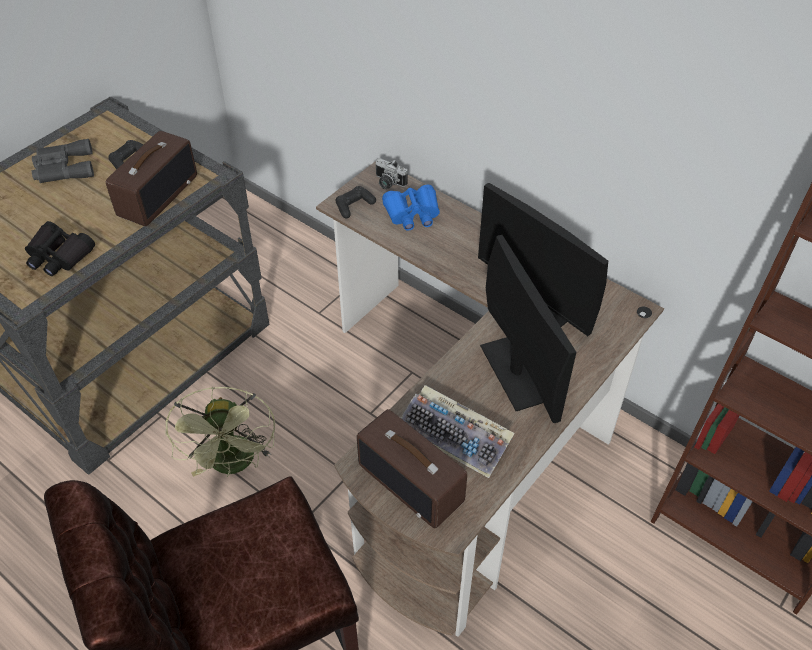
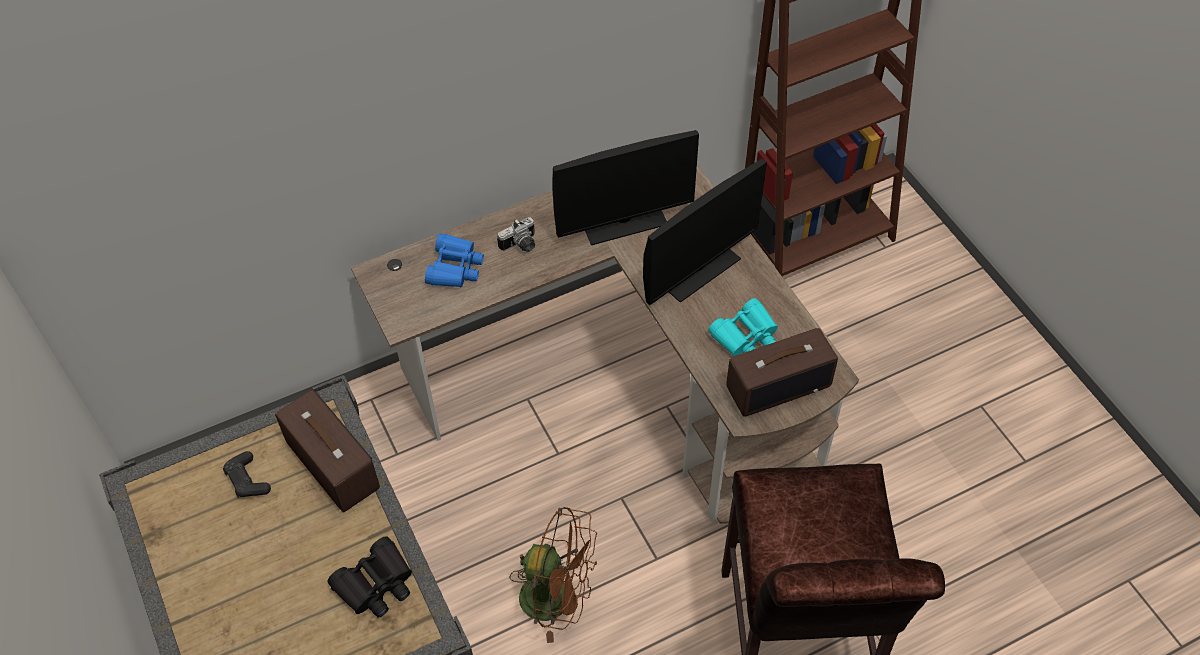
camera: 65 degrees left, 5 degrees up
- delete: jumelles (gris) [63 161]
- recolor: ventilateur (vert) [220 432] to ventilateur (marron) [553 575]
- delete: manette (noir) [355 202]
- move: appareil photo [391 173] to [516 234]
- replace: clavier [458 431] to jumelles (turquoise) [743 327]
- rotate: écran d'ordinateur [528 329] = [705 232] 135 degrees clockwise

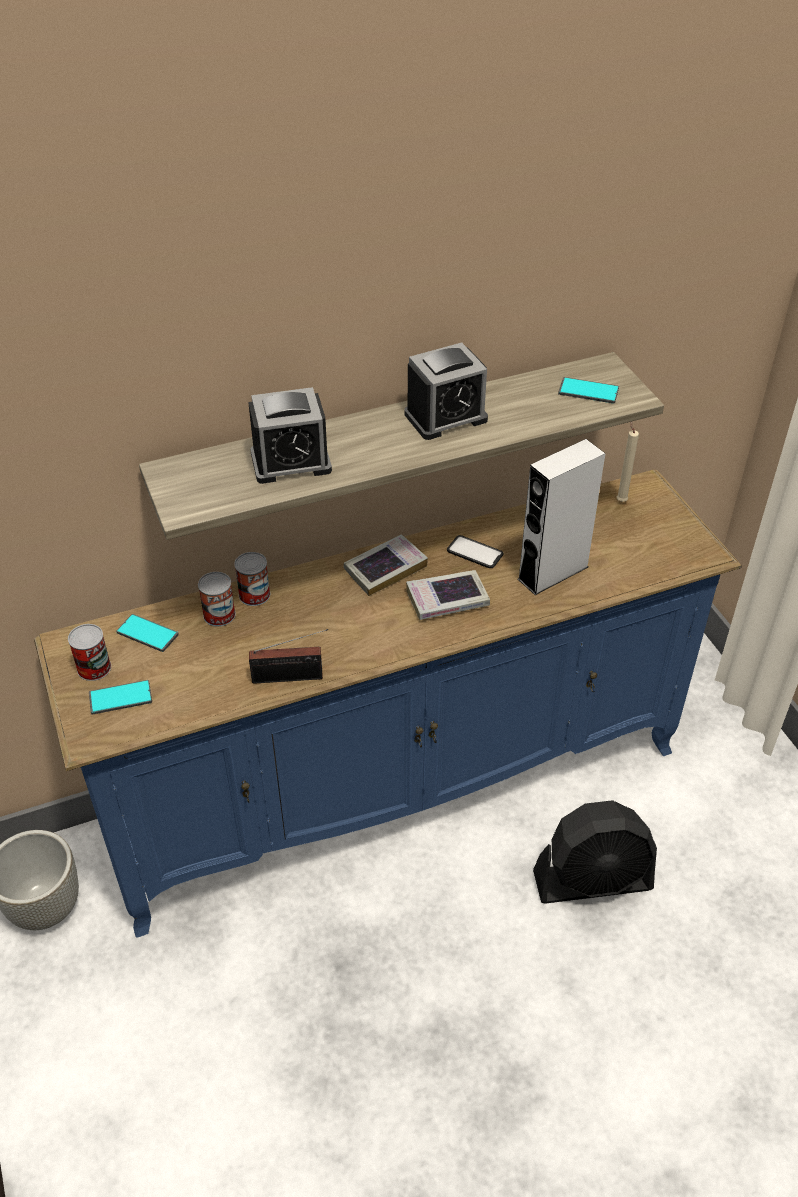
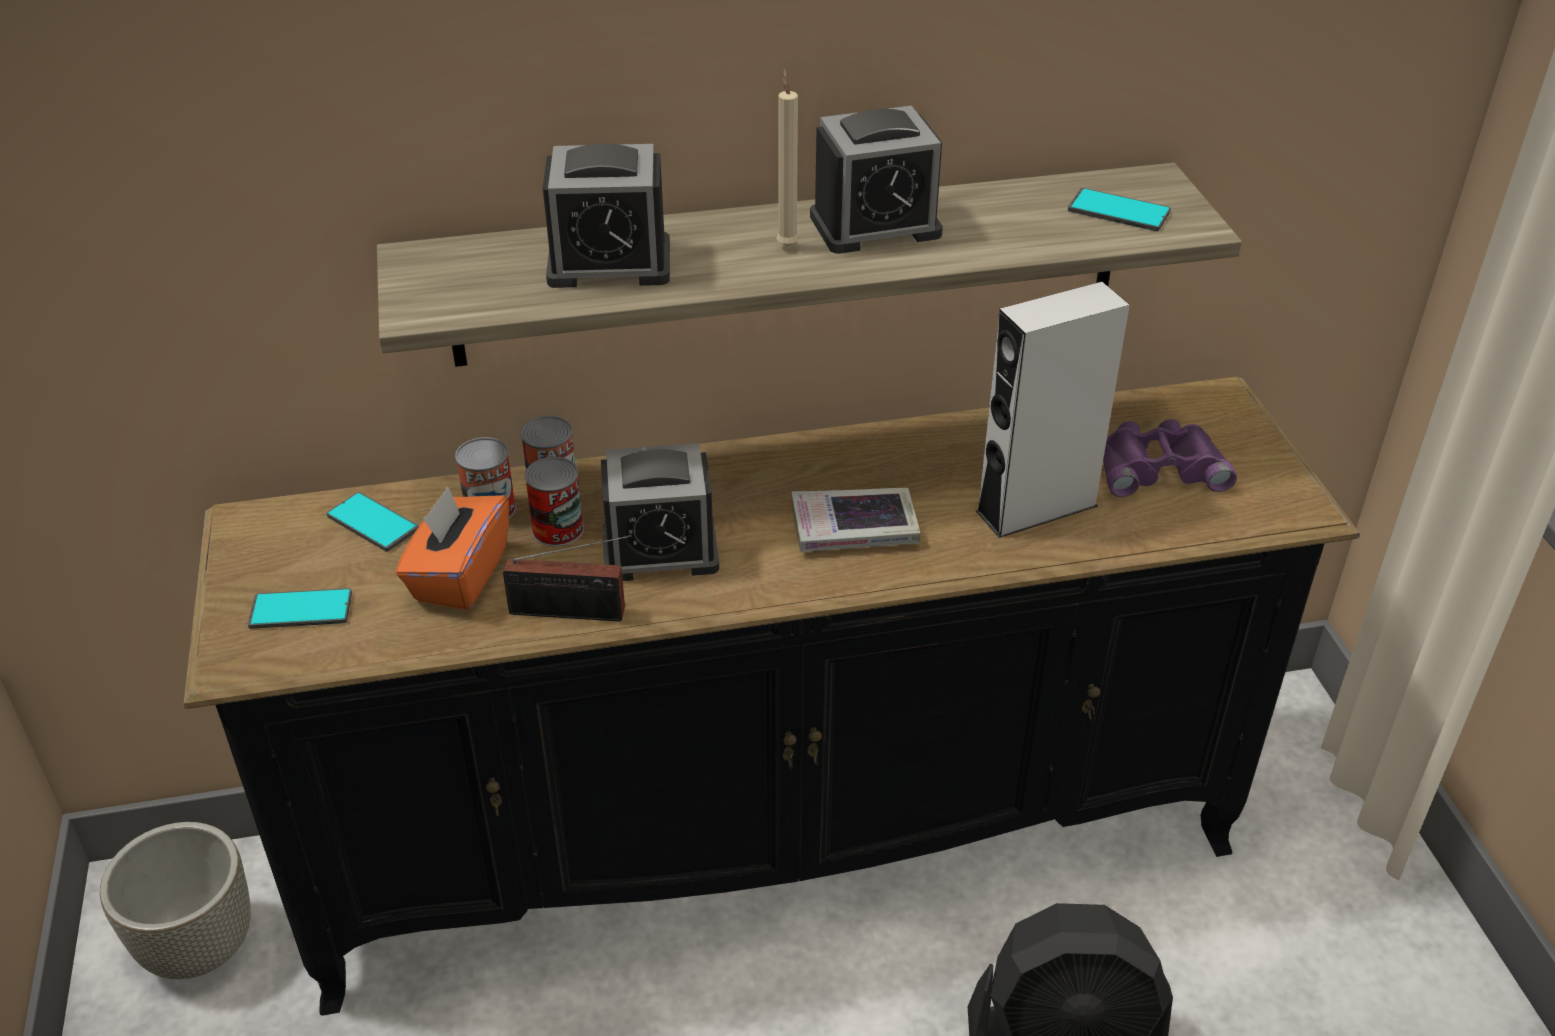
camera: 10 degrees right, 5 degrees down
- recolor: commode (bleu) [388 703] to commode (noir) [772 696]
- move: boîte métallique [89 652] to [554 501]
- delete: livre [386 565]
- delete: téléphone [475 551]
- move: bougie (beige) [628 462] to [787 157]
- insert: boîte à mouchoirs (orange) [452 548]
- insert: réveil [660 512]
- insert: jumelles (violet) [1170 458]

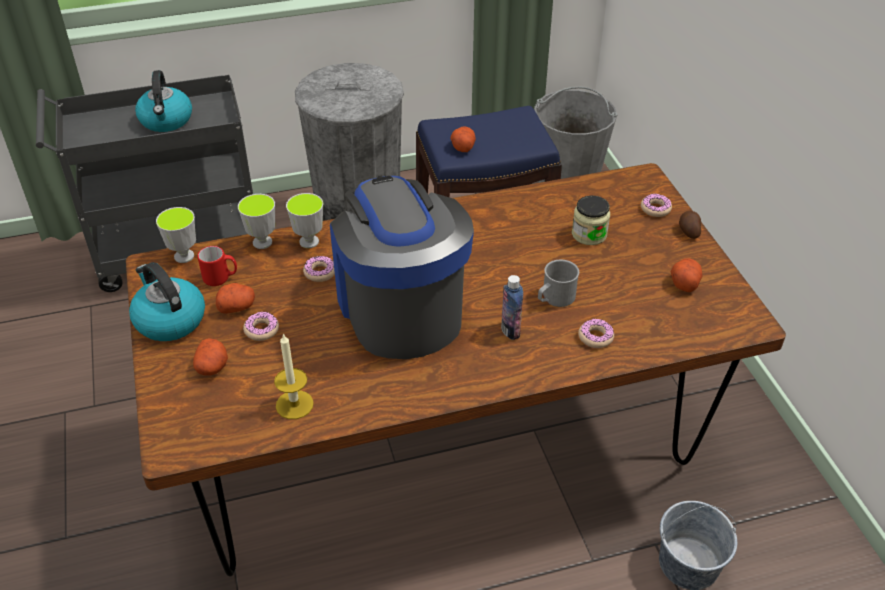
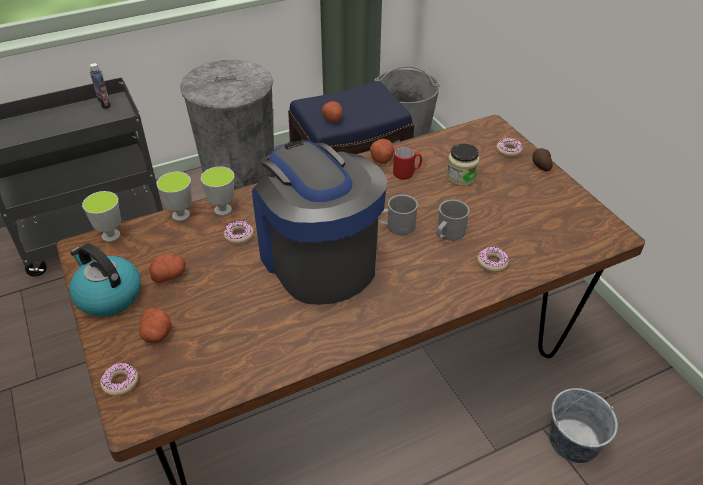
camera: 10 degrees left, 0 degrees up
- delete: bouilloire [163 101]
- move: mug (rouge) [217 266] to [407 163]
- move: beignet [261 326] to [119 379]
- delete: bougie [294 376]
- move: bouteille [512 307] to [100 86]
- move: pomme de terre [686 275] to [382 151]
- insert: mug (gris) [398 215]

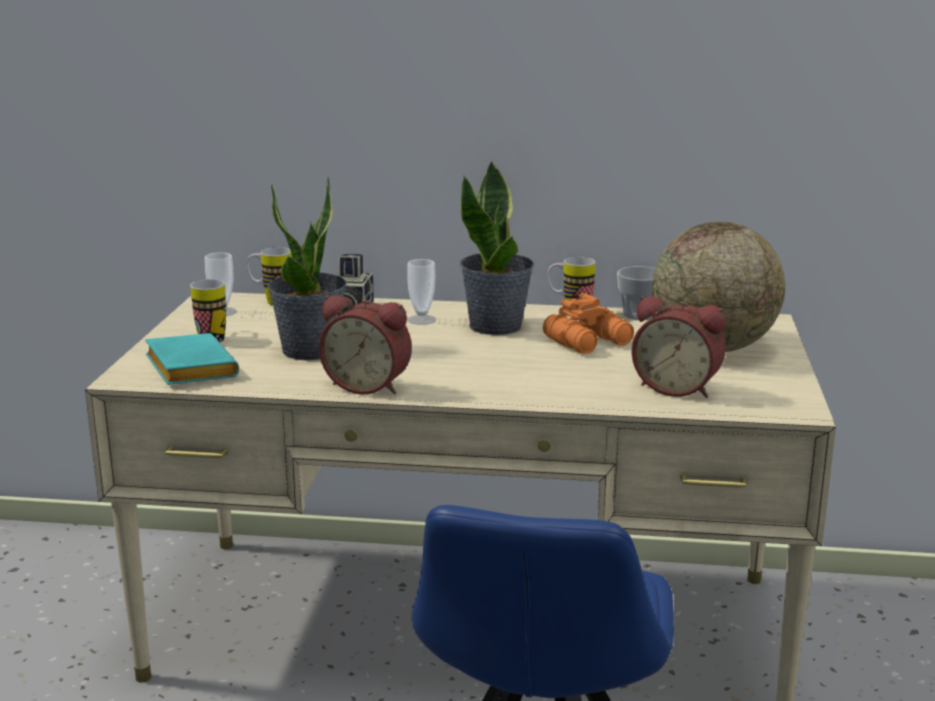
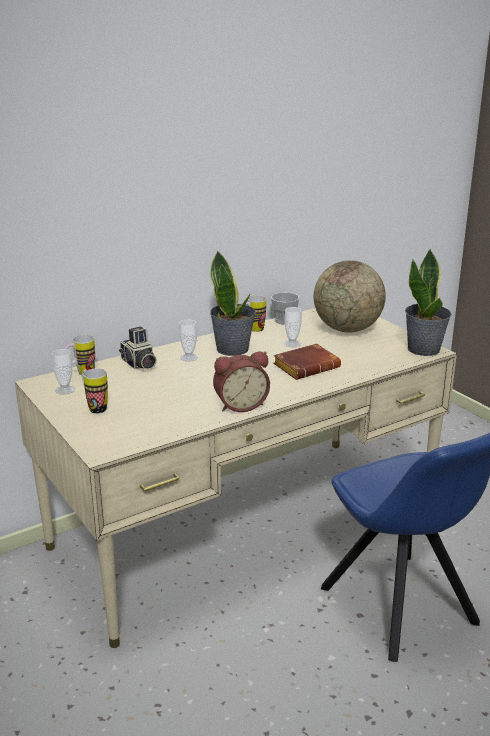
camera: 40 degrees left, 5 degrees up
- delete: livre (turquoise) [192 359]
- move: plante en pot [307 268] to [428 302]
- replace: jumelles (orange) [588 323] to tasse [293 327]
- delete: réveil [679 347]
- insert: livre (marron) [307 361]

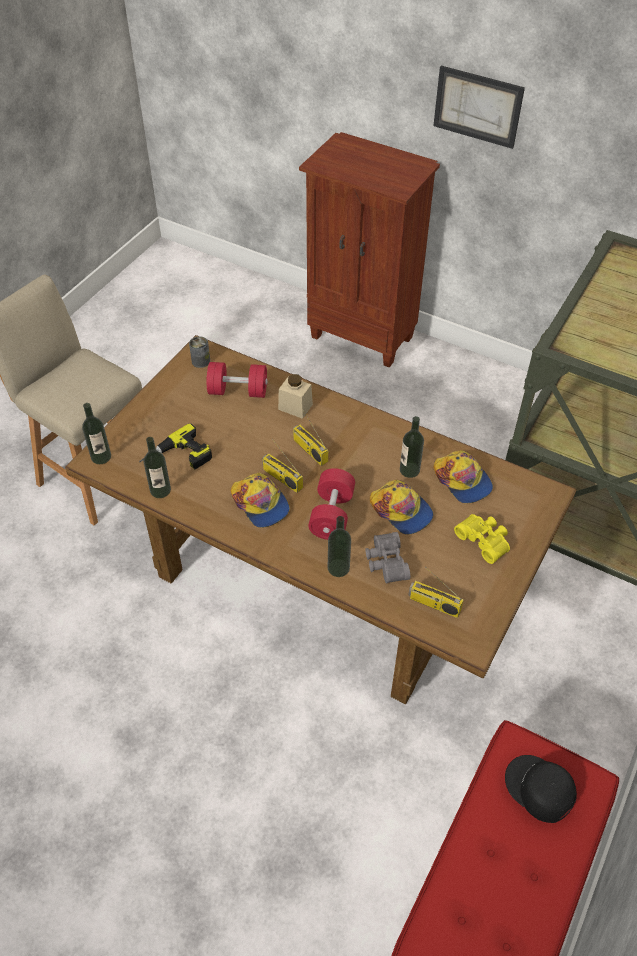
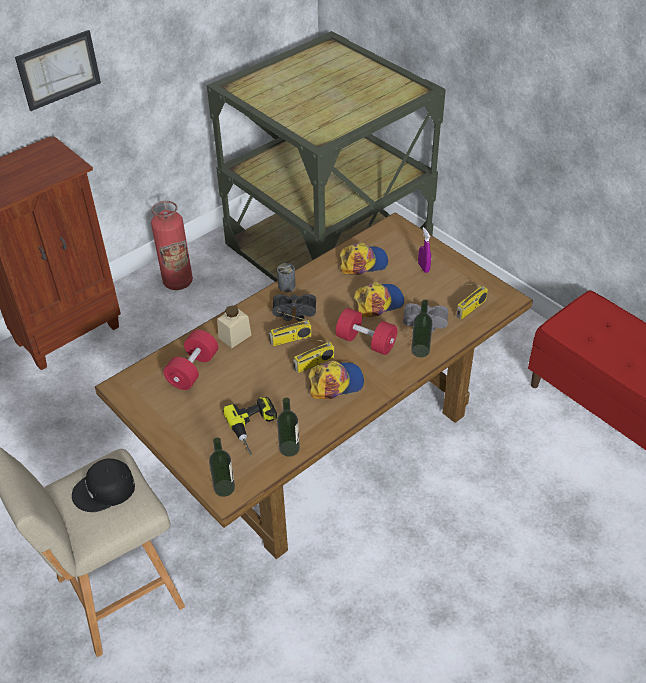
camera: 70 degrees left, 5 degrees down
- move: boîte métallique [199 352] to [286 277]
- delete: bouteille [412 447]
- replace: jumelles (jaune) [482 539] to vaporisateur (violet) [424 250]
- move: casquette (noir) [541 789] to [103 485]
- insert: extincteur [172 245]
- insert: jumelles (noir) [294 307]

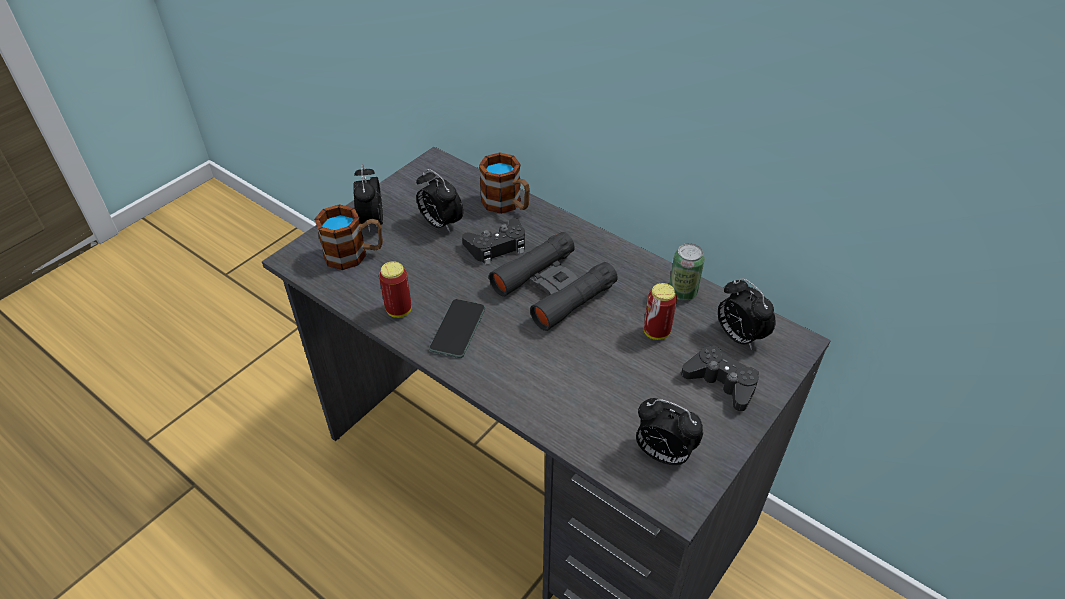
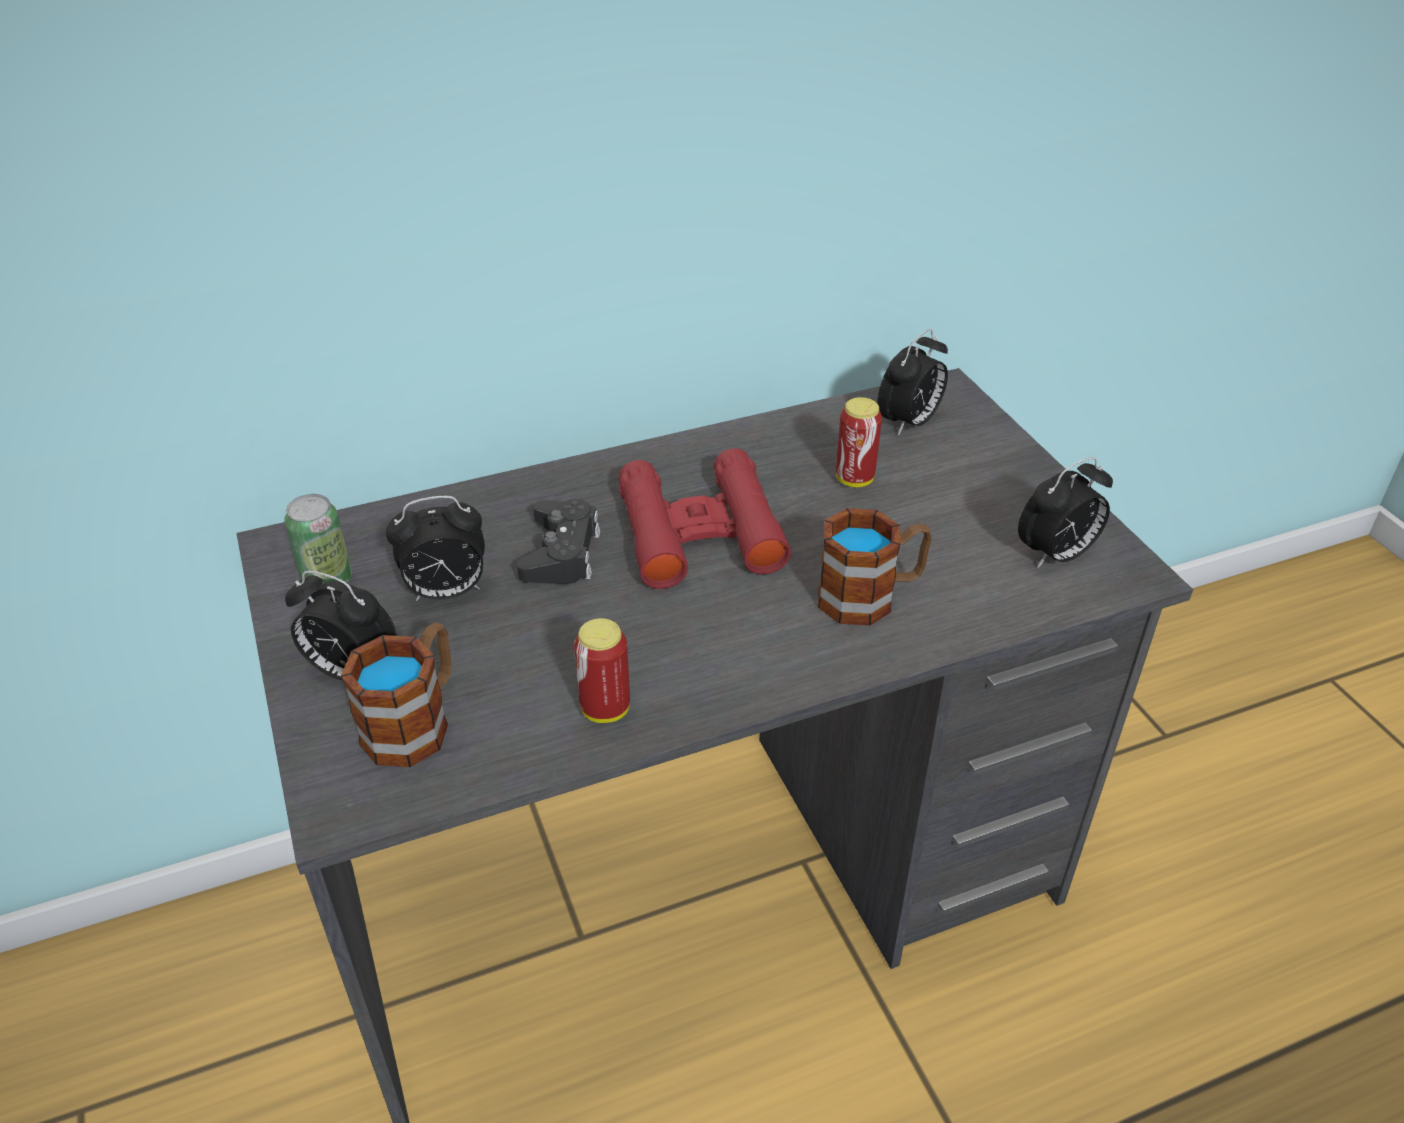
camera: 60 degrees left, 5 degrees down
- delete: téléphone [457 328]
- move: mug [504 183] to [875 567]
- recolor: jumelles (noir) [553 281] to jumelles (rouge) [704 518]
- move: boîte métallique [687 271] to [318 539]
- delete: manette (noir) [720 378]
- rotate: réveil [747 314] = [912 382] 45 degrees counterclockwise

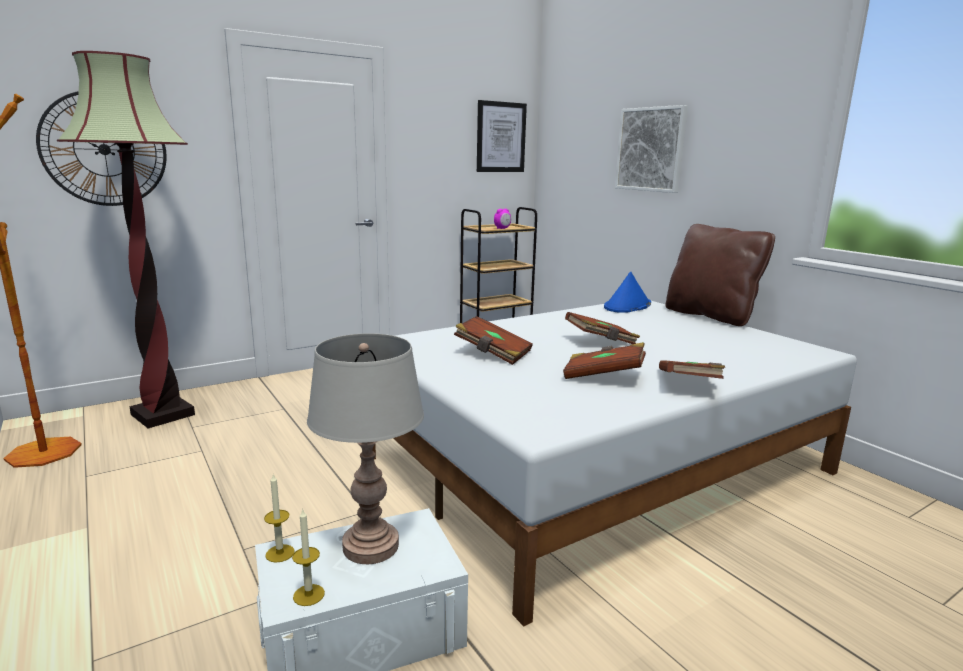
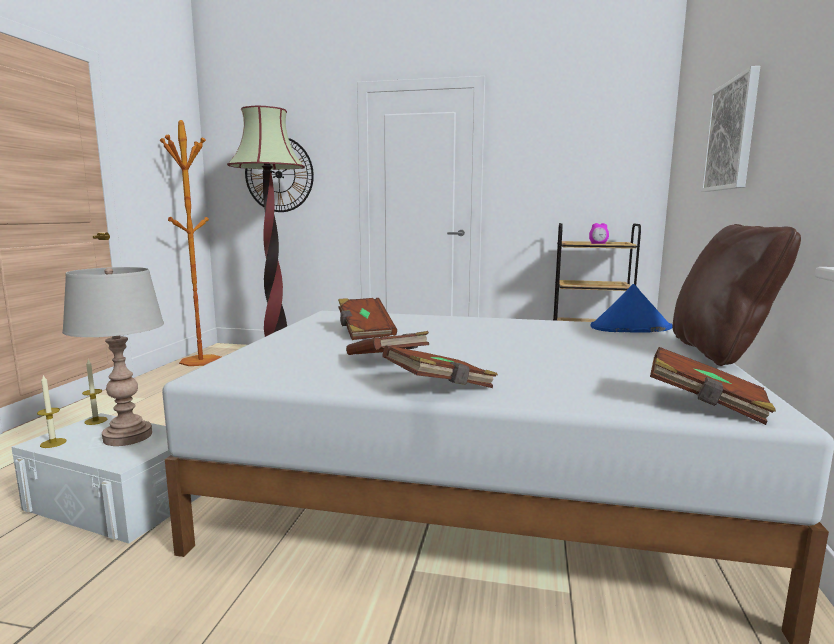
camera: 45 degrees right, 5 degrees down
- delete: tableau [502 136]
- move: livre (marron) [602 328] to [713 386]

